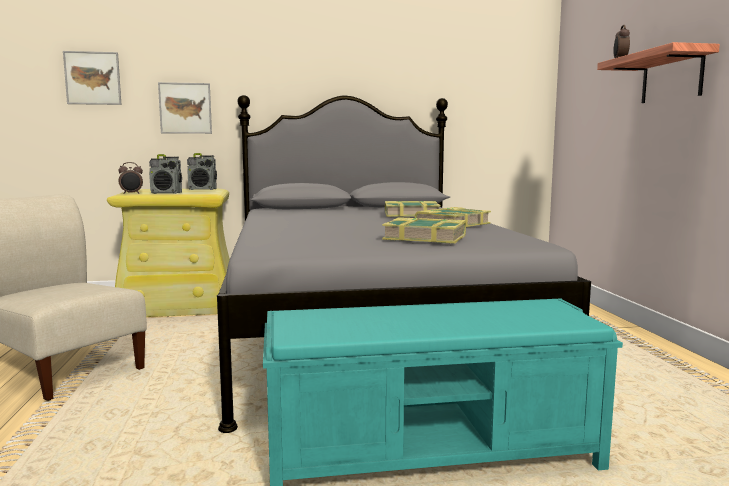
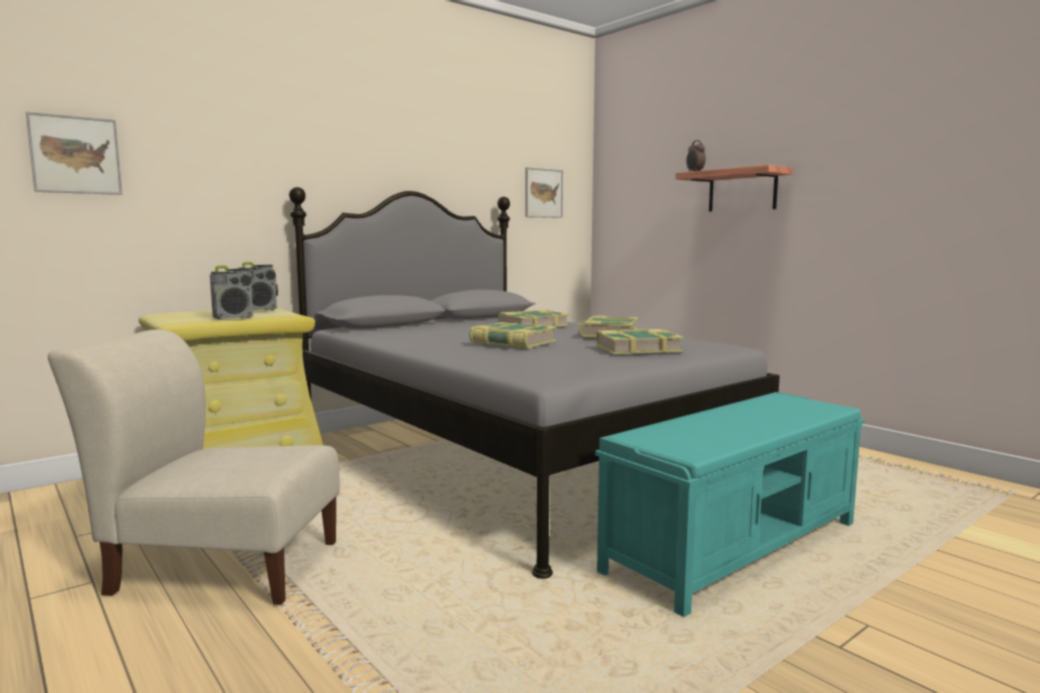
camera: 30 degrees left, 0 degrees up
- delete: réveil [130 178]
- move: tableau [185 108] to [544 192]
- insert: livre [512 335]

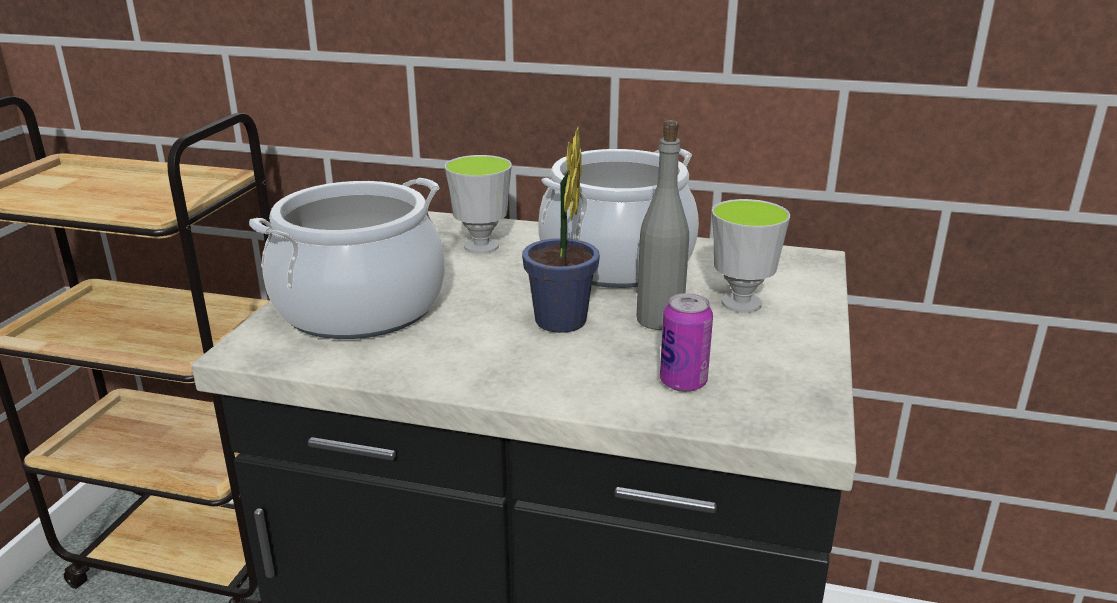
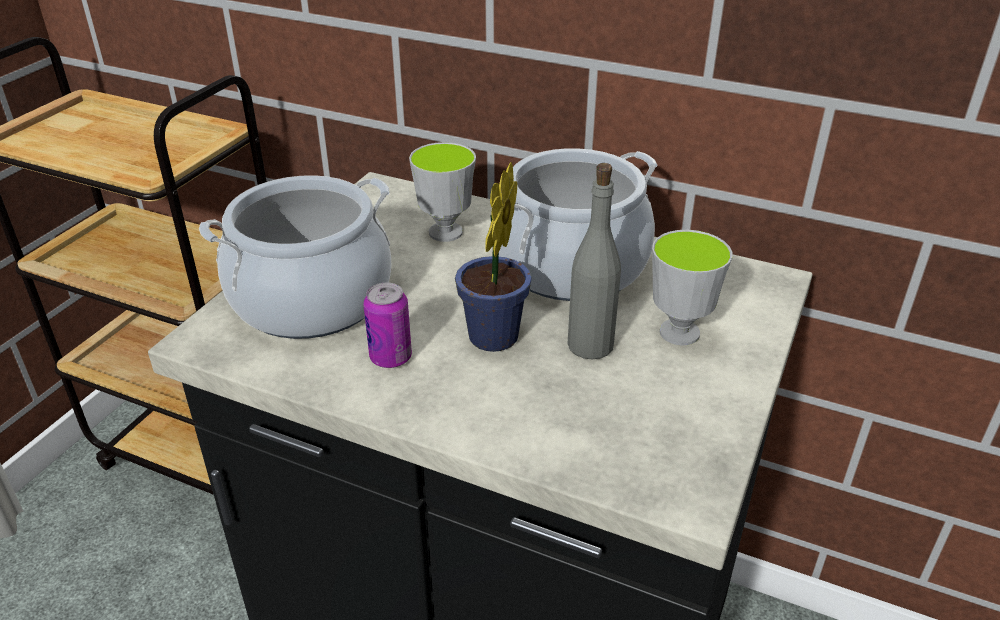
camera: 10 degrees right, 10 degrees up
- move: boîte métallique [686 342] to [388 325]

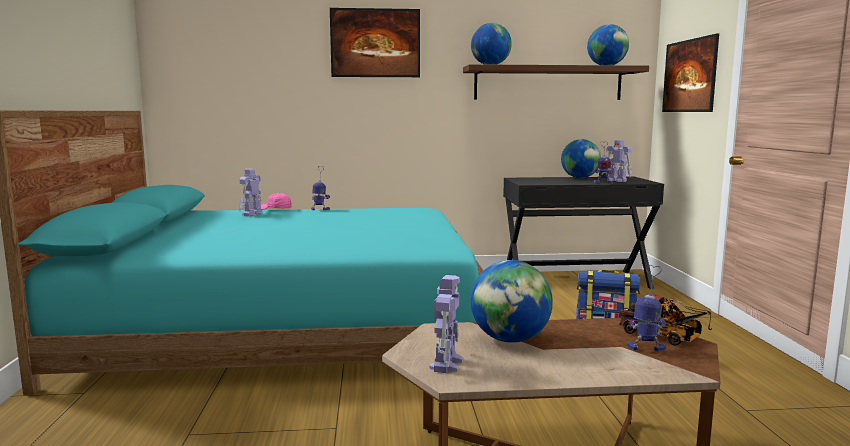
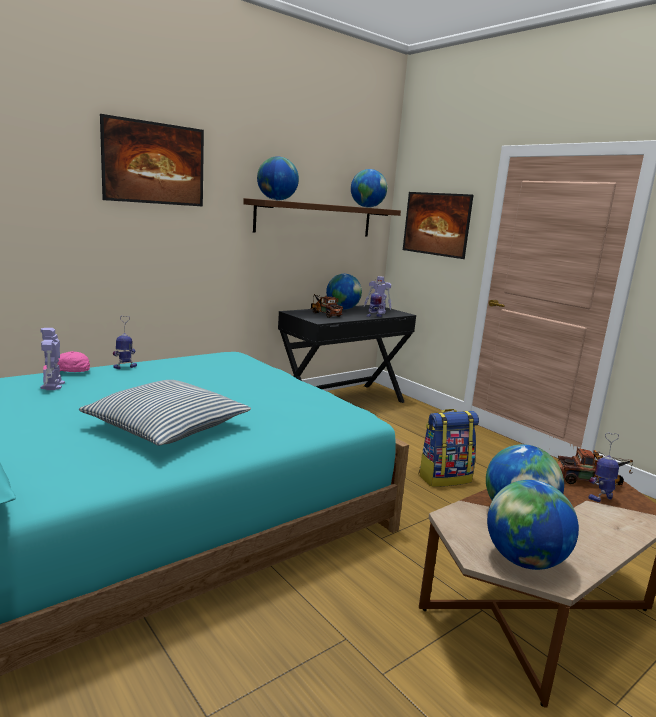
camera: 35 degrees left, 5 degrees up
- replace: robot jouet [446 324] to globe [533 525]
- insert: coussin [165 413]
- insert: camion jouet [327 306]

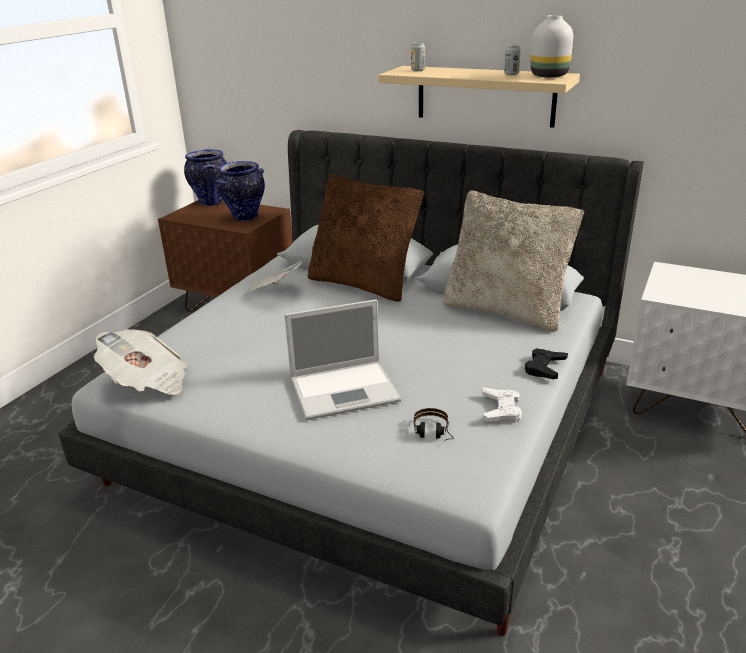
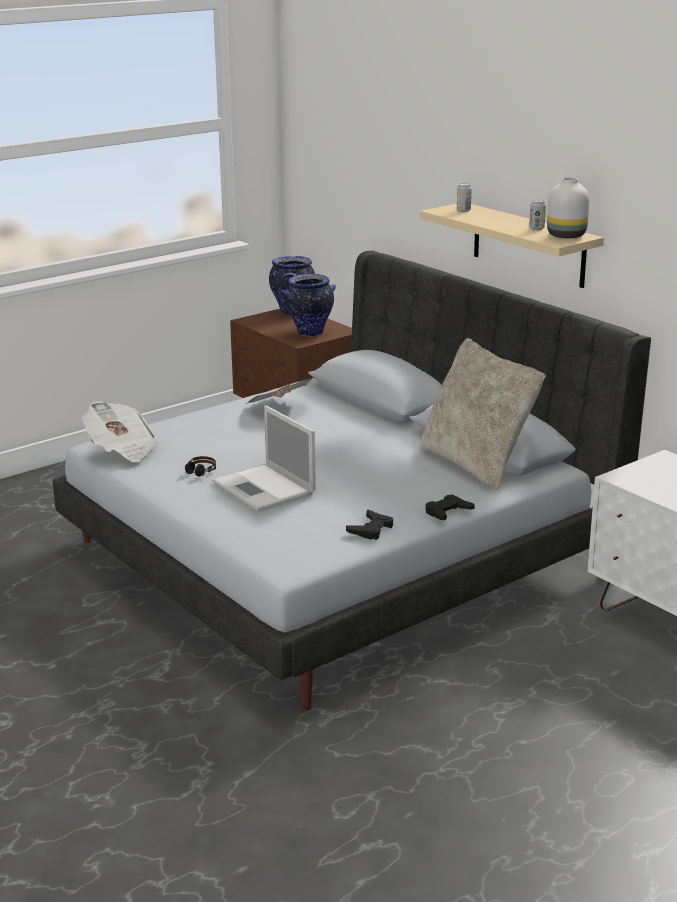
camera: 25 degrees right, 5 degrees down
- rotate: ordinateur portable [342 359] = [264 458] 45 degrees clockwise
- delete: coussin (marron) [366 238]
- move: casque audio [434 424] to [200 466]
- recolor: manette (blanc) [502 405] to manette (noir) [369 525]

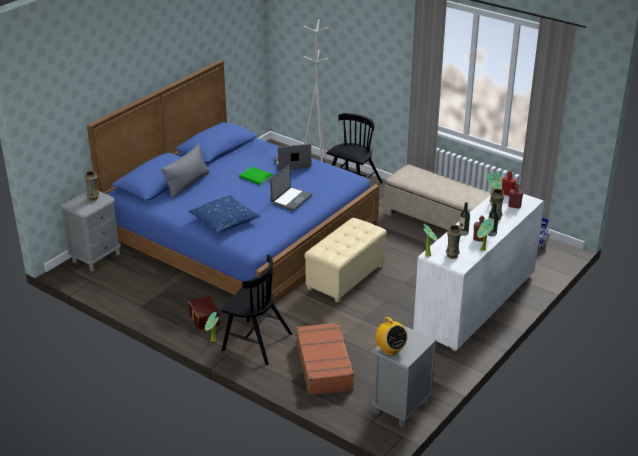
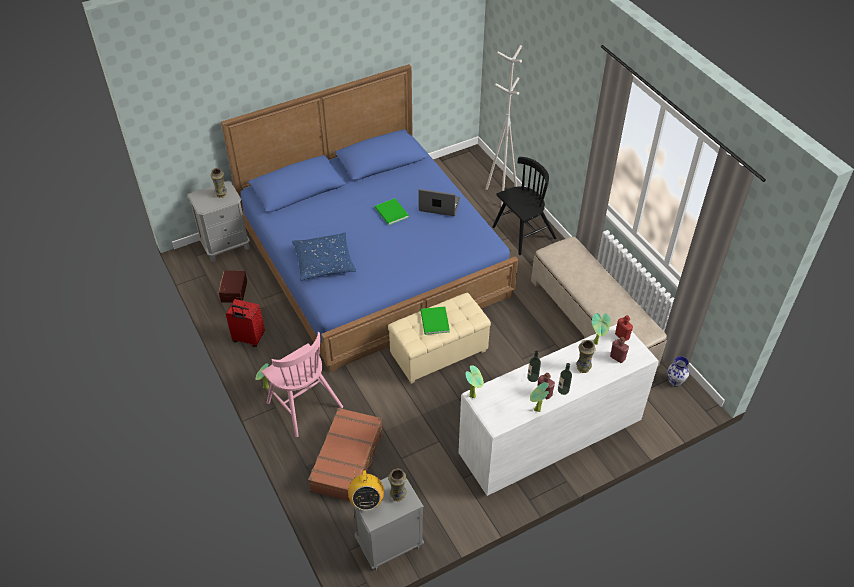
camera: 25 degrees right, 15 degrees up
- delete: coussin (gris) [185 171]
- move: boîte de rangement (marron) [204 313] to [232 287]
- recolor: chaise (noir) [256 309] to chaise (rose) [302 384]
- delete: ordinateur portable [291 188]
- move: vase [454 242] to [397 485]
- insert: valise (rouge) [245 323]
- insert: livre (vert) [435 320]

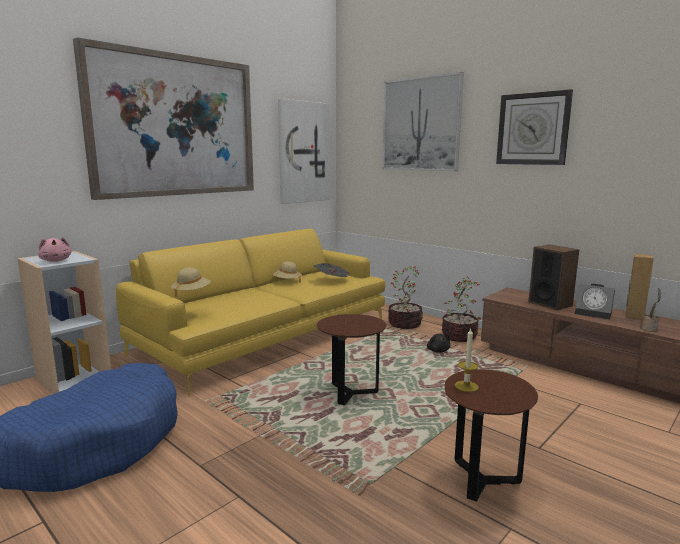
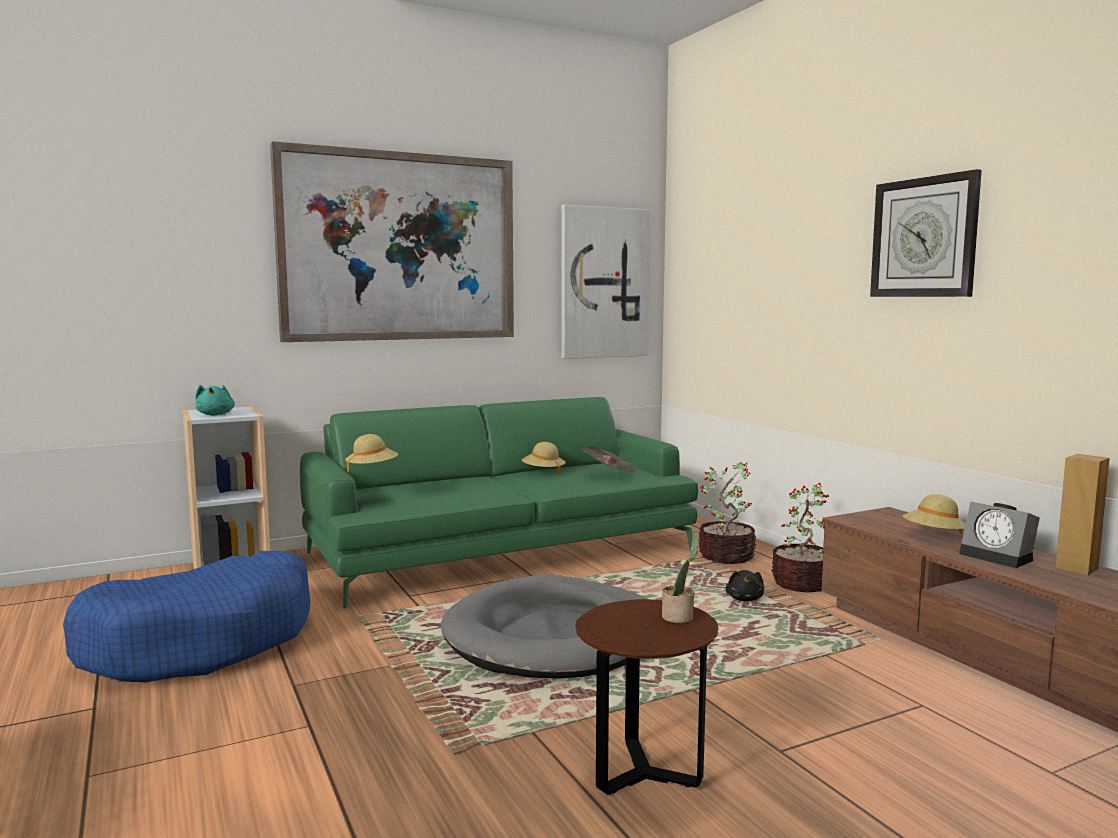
camera: 20 degrees right, 5 degrees down
- recolor: peluche (rose) [54 249] to peluche (turquoise) [215 400]
- recolor: canapé (jaune) [250 313] to canapé (vert) [499 503]
- replace: table d'appoint (marron) [351 359] to panier pour chien (gris) [544 626]
- delete: tableau [423 121]
- delete: bougie [467 359]
- replace: enceinte [553 277] to chapeau (beige) [934 514]
- move: plante en pot [650 310] to [681 577]

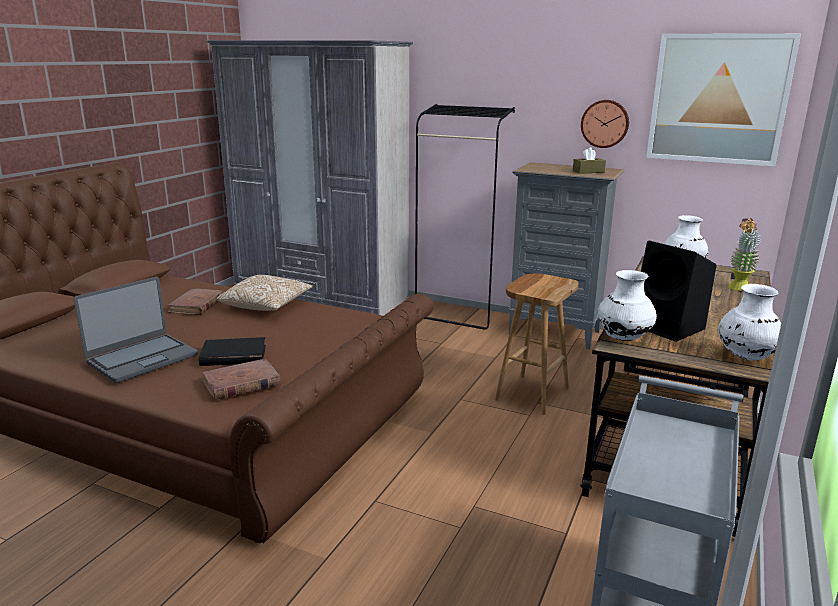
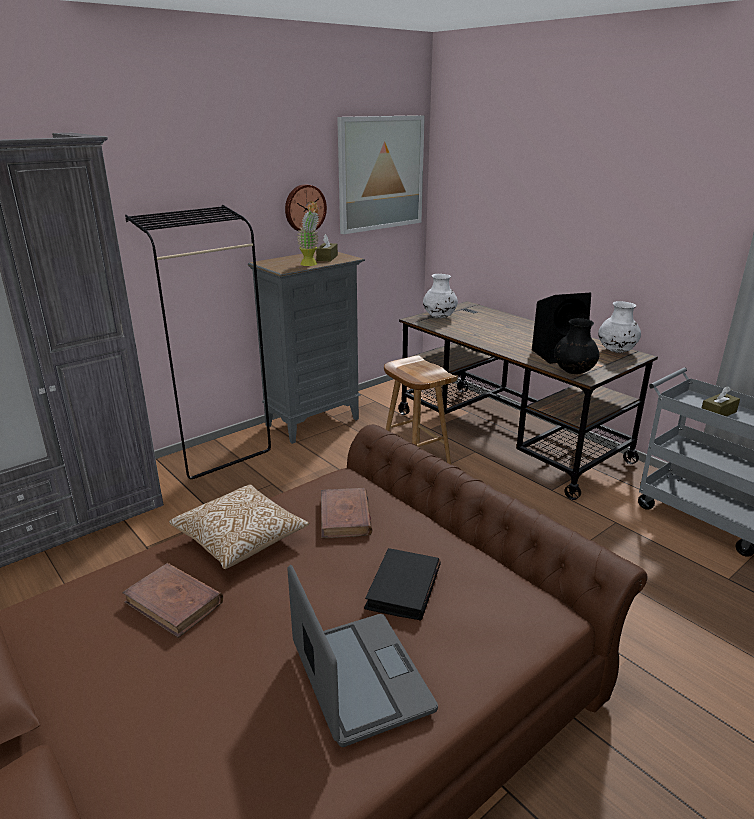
camera: 65 degrees left, 5 degrees up
- move: livre (marron) [241 379] to [346 513]
- recolor: vase (blanc) [627 305] to vase (noir) [576 346]
- move: plante en pot [744 254] to [308 233]
- insert: boîte à mouchoirs (marron) [721 401]

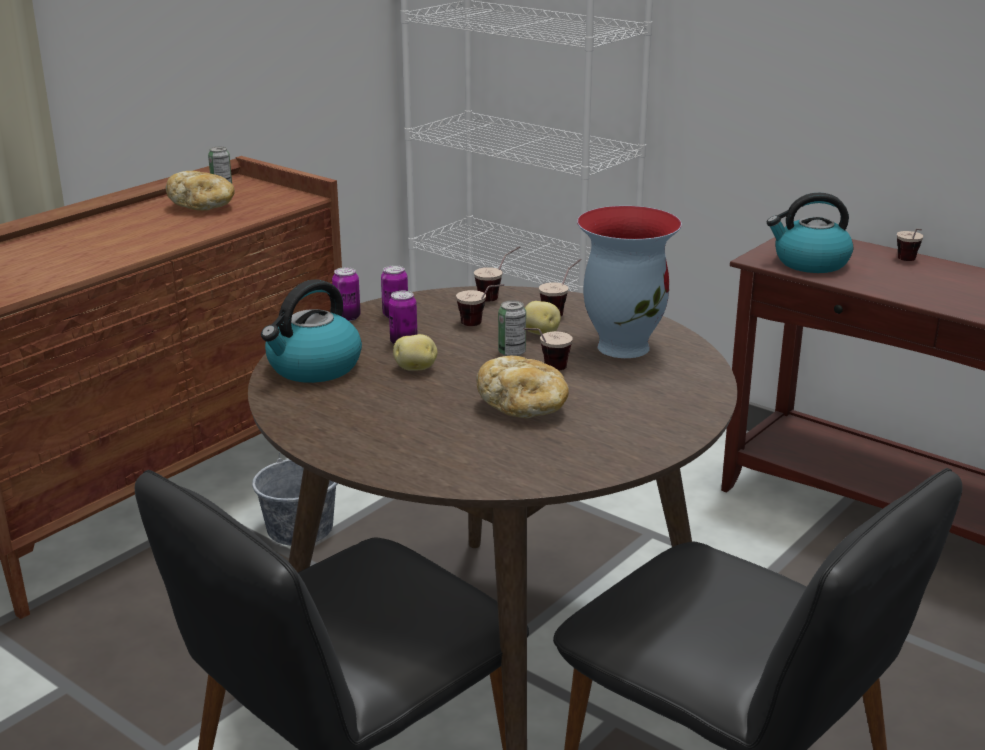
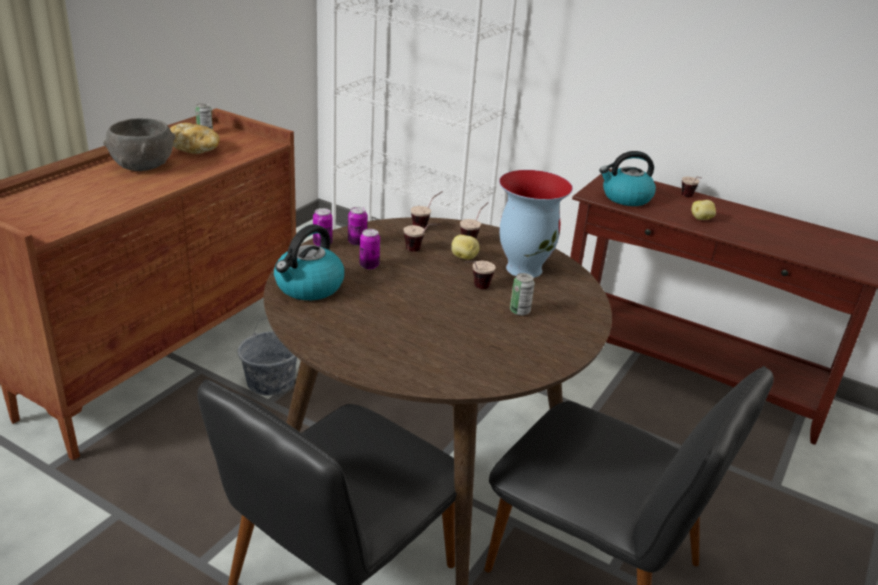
camera: 10 degrees left, 5 degrees up
- move: pomme de terre [415 352] to [703 210]
- delete: pain [522 387]
- move: boîte métallique [512 328] to [522 294]
- insert: bol (gris) [139 144]

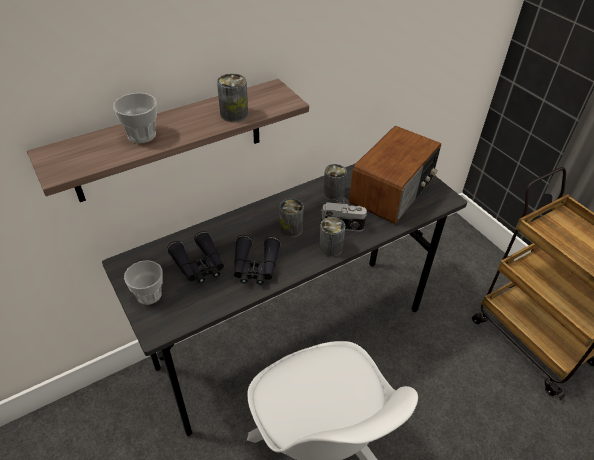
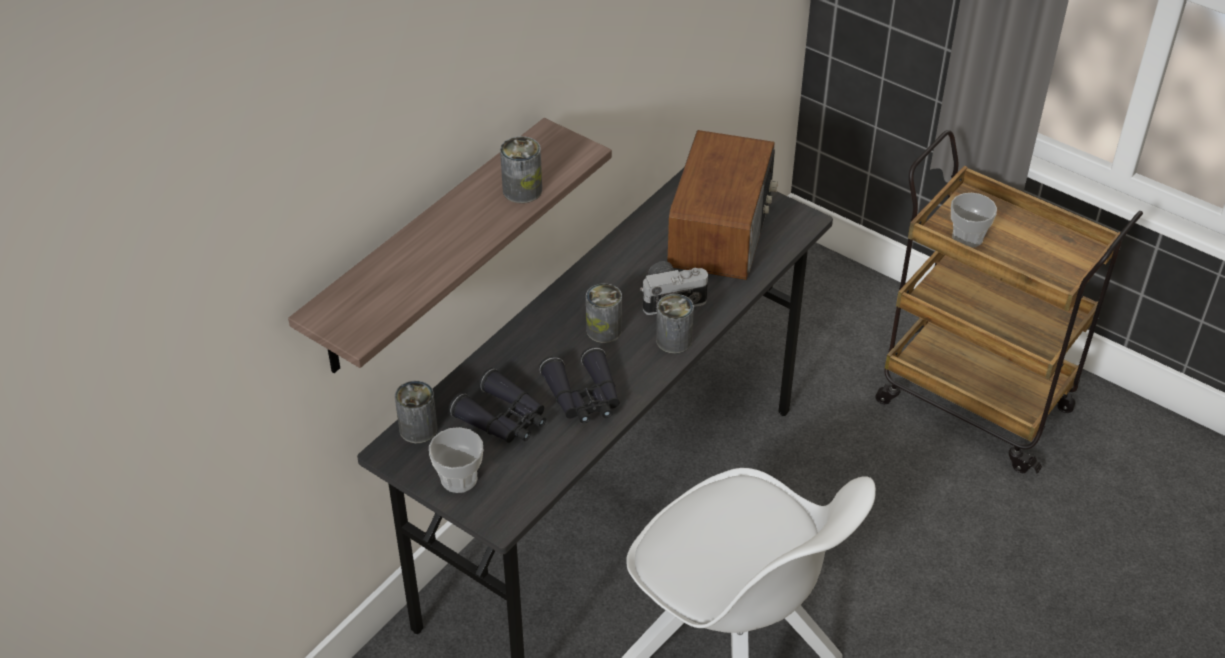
camera: 20 degrees left, 0 degrees up
- move: tasse [135 118] to [974 220]
- move: boîte métallique [335 182] to [416 412]

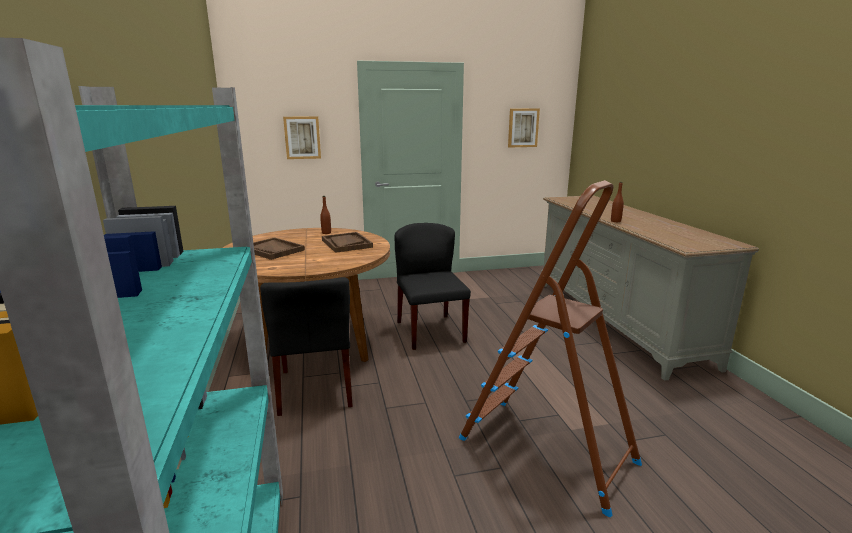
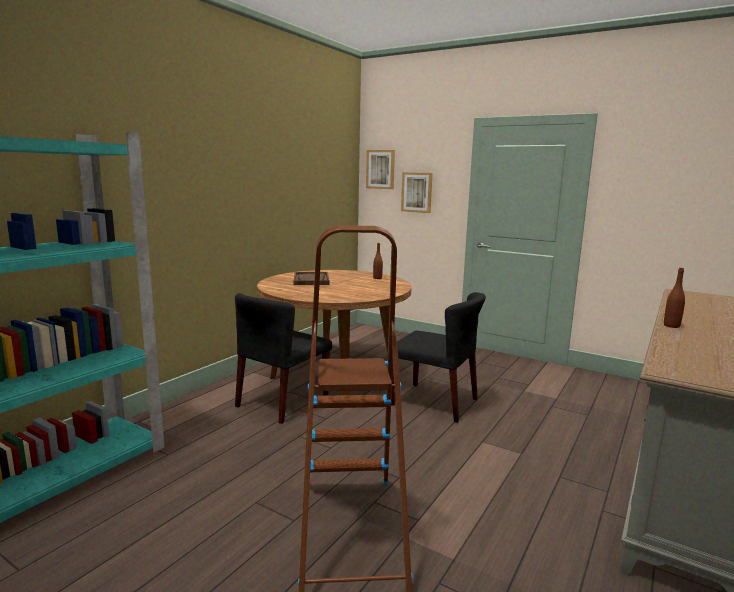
camera: 45 degrees right, 5 degrees down
- delete: plateau (marron) [347 242]
- rotate: chaise (noir) [433 286] = [438 357] 90 degrees clockwise
- move: tableau [524 128] to [380 169]

